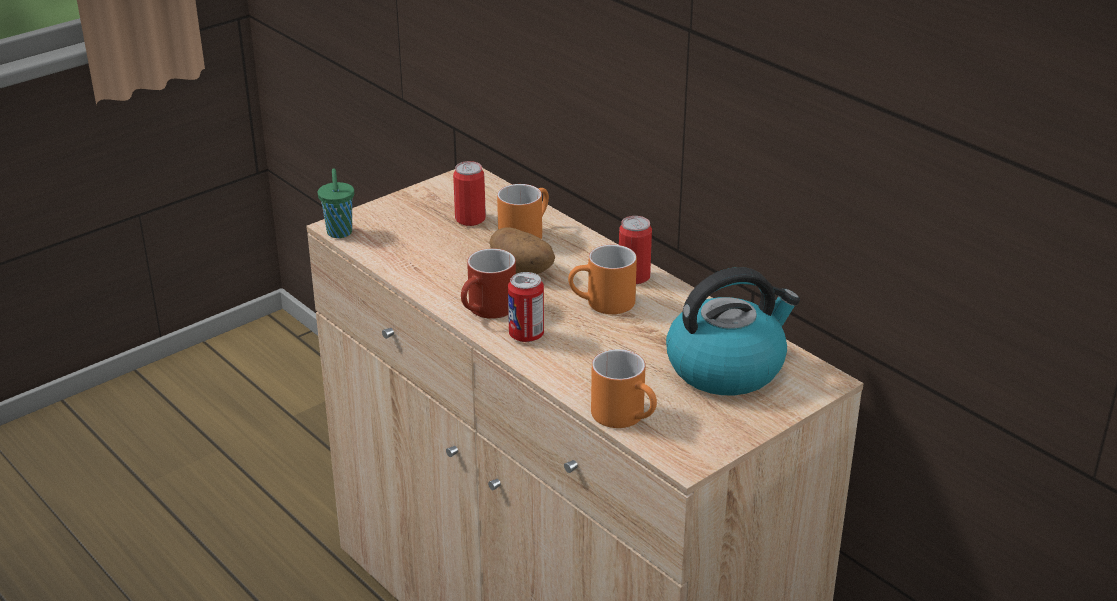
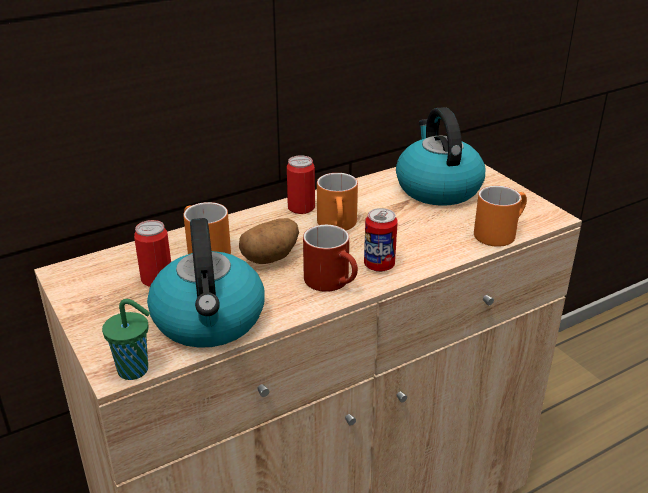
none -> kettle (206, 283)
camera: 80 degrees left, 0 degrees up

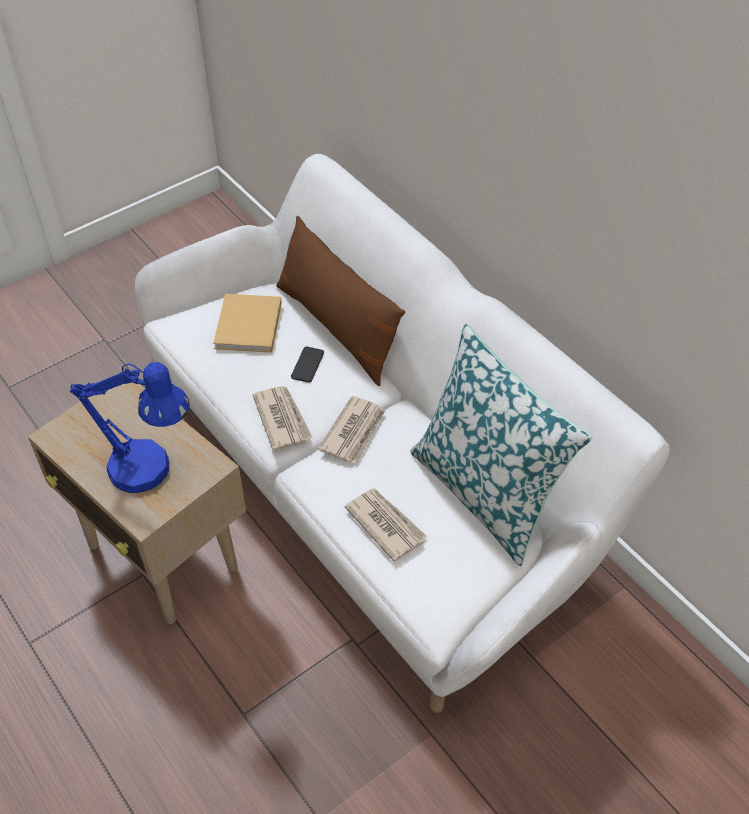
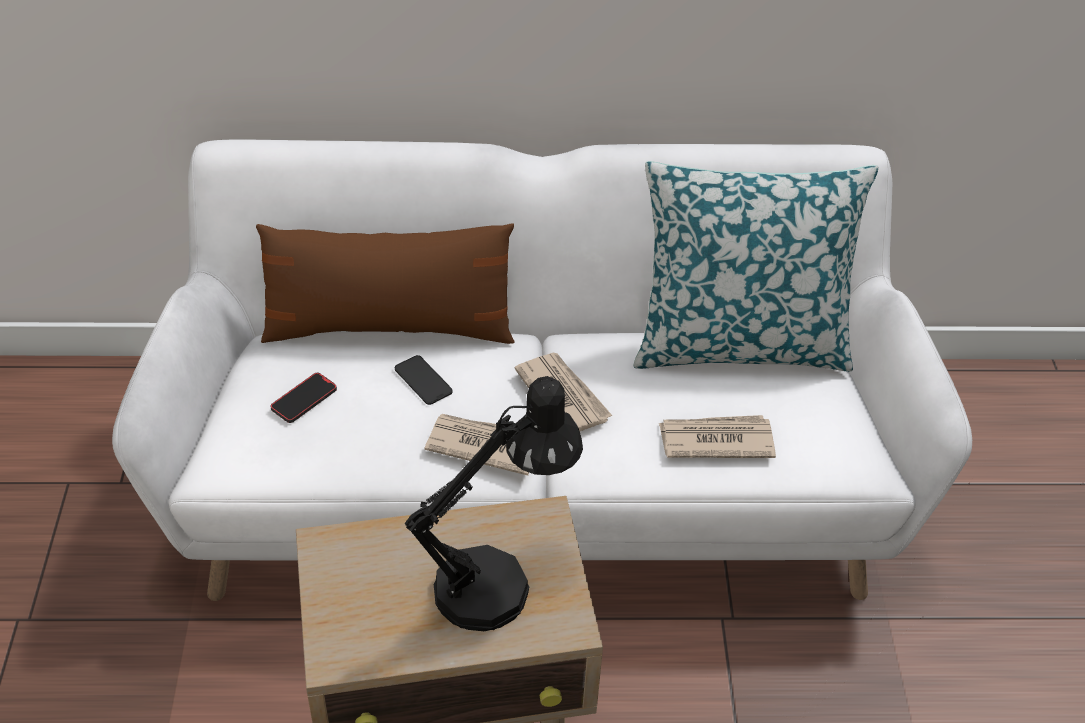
book/beige (247, 323) -> phone (303, 398)
table lamp/blue (130, 427) -> table lamp/black (494, 503)
camera: 55 degrees left, 5 degrees down

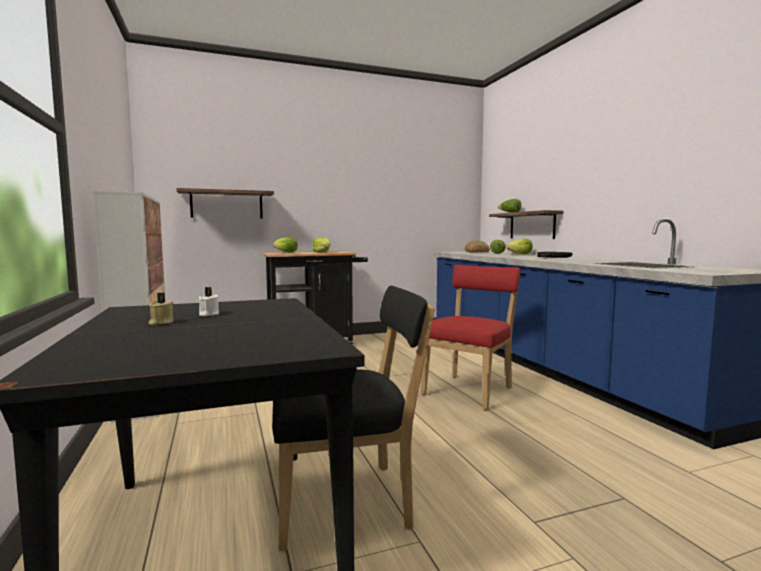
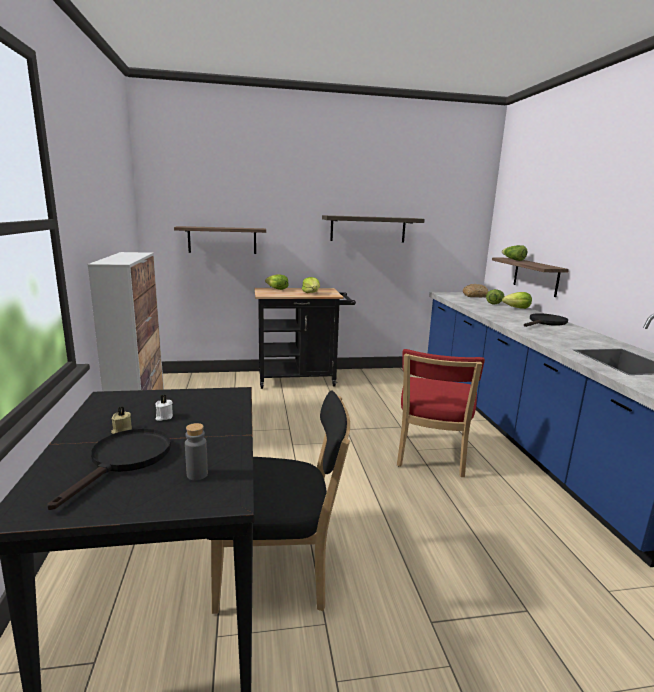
chair/red (470, 337) -> chair/red (441, 413), 150 degrees clockwise
none -> shelf (373, 229)
none -> bottle/grey (196, 451)
none -> frying pan/black (109, 469)
camera: 10 degrees right, 10 degrees up

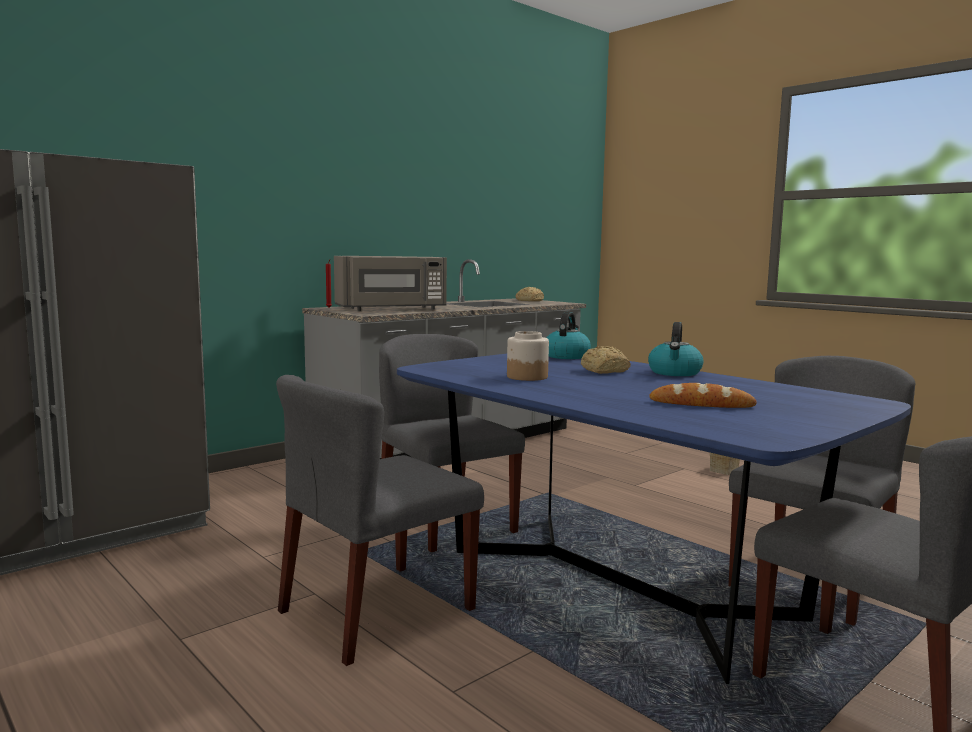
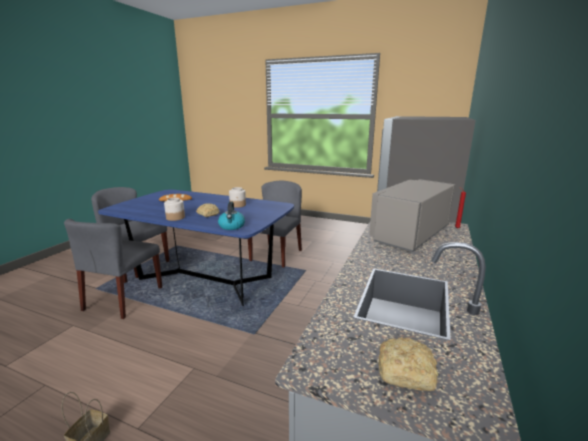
kettle (676, 349) -> jar (174, 209)
chair/grey (452, 443) -> none
camera: 155 degrees right, 10 degrees up

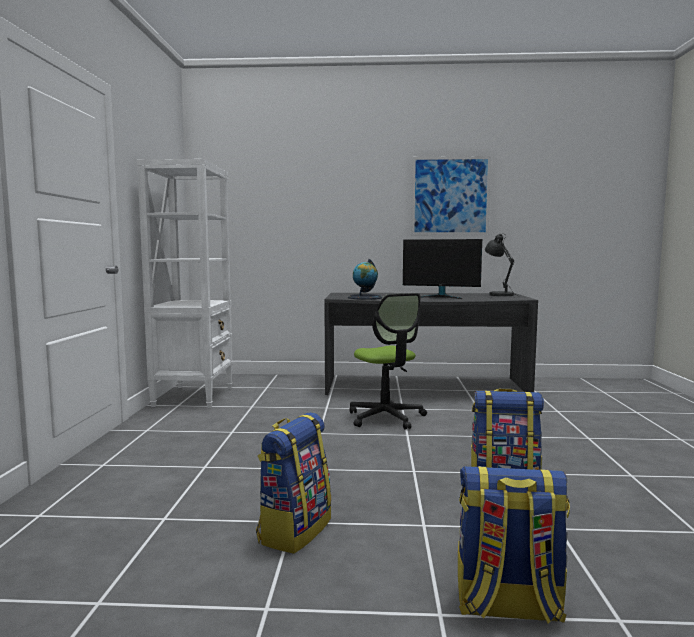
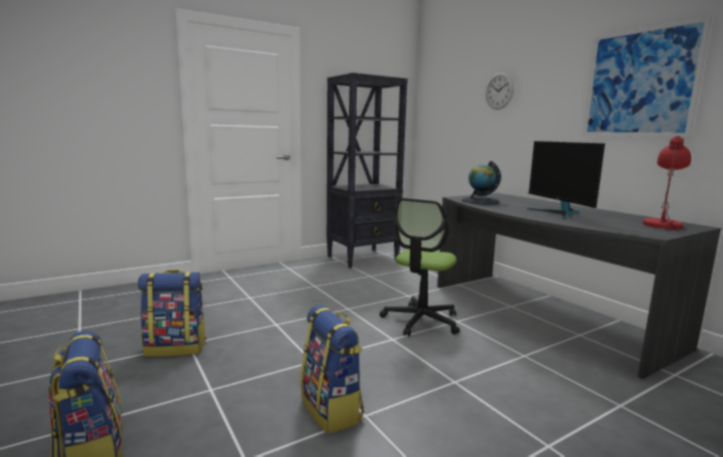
bookcase/white (185, 283) -> bookcase/black (367, 170)
table lamp/grey (503, 265) -> table lamp/red (667, 183)
none -> wall clock (500, 91)
camera: 55 degrees right, 5 degrees up

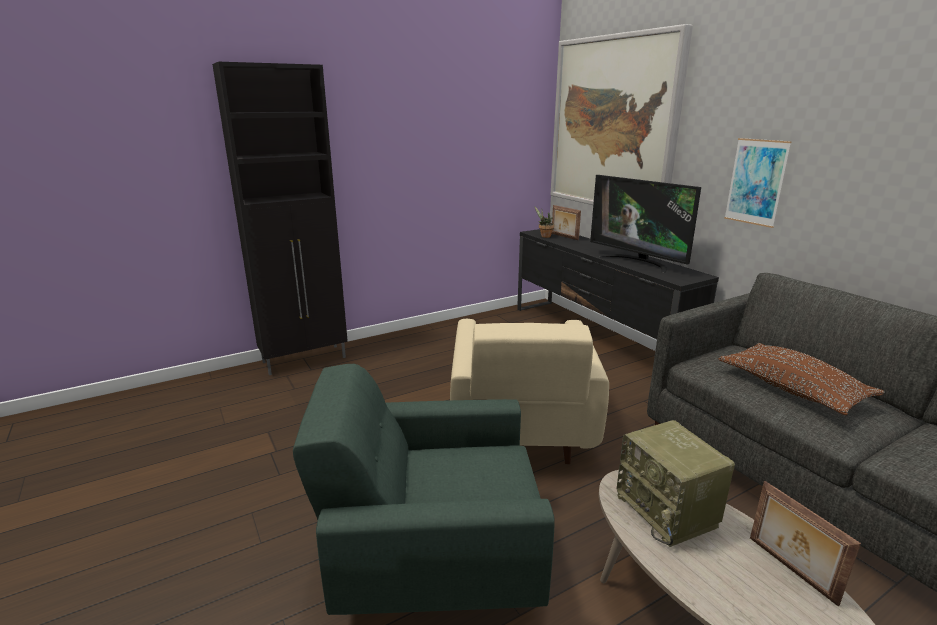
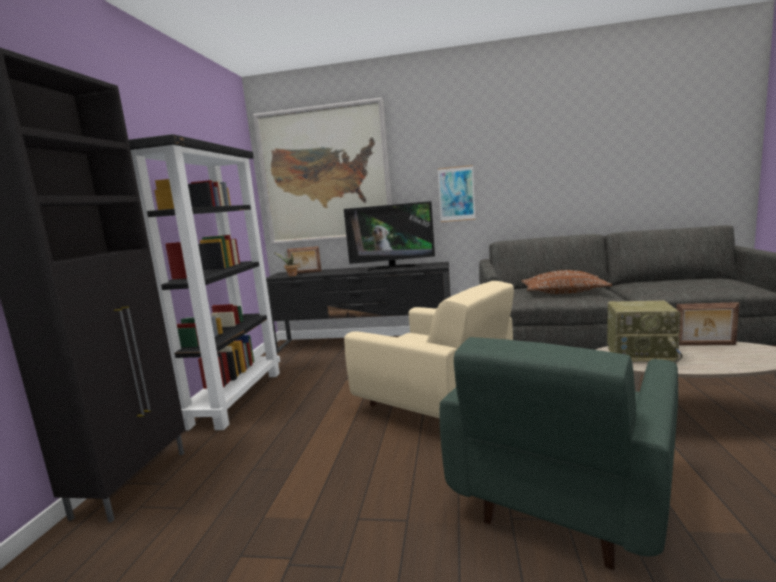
none -> bookcase/black (204, 282)
camera: 50 degrees left, 10 degrees down

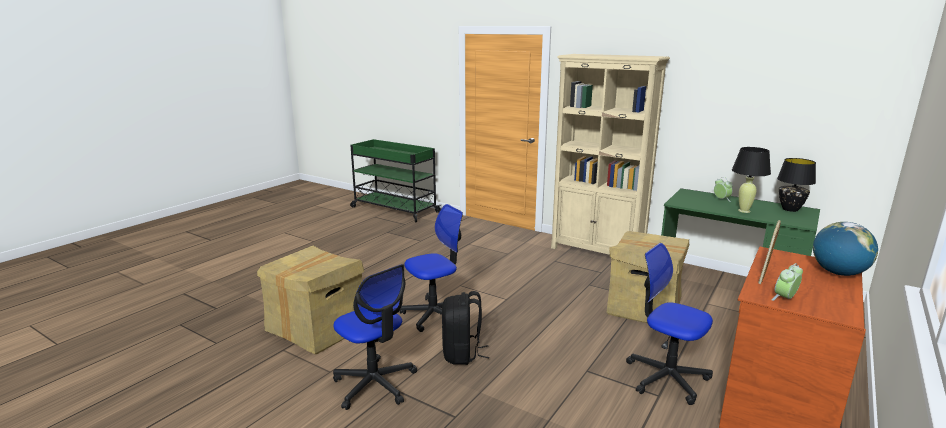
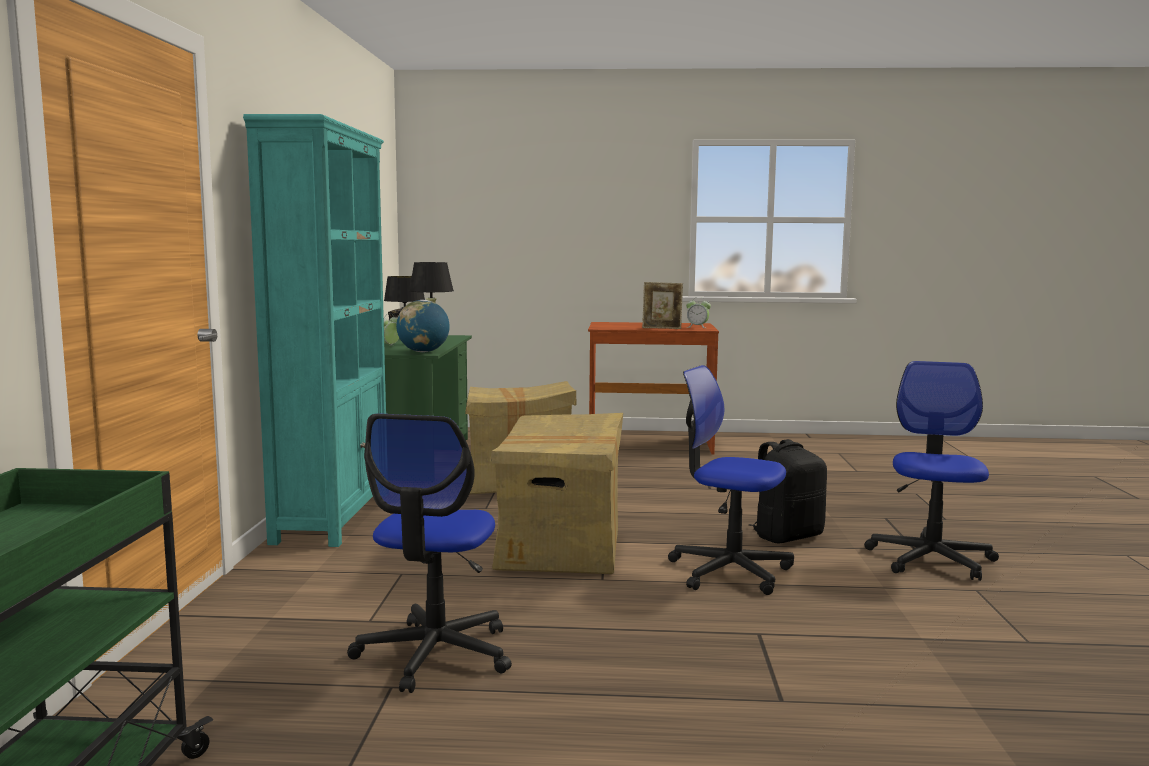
bookcase/beige (610, 154) -> bookcase/turquoise (314, 330)
globe (845, 249) -> globe (422, 326), shifted
office chair (669, 324) -> office chair (429, 553), shifted
cardboard box (310, 300) -> cardboard box (556, 493), shifted
camera: 120 degrees left, 10 degrees down

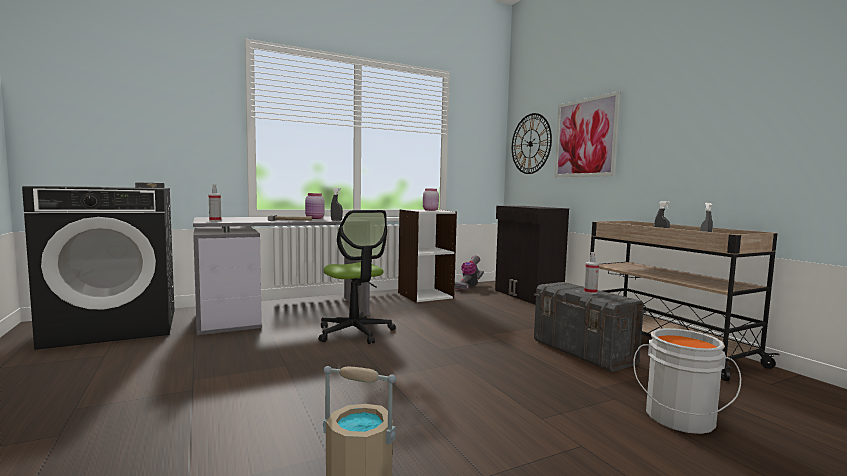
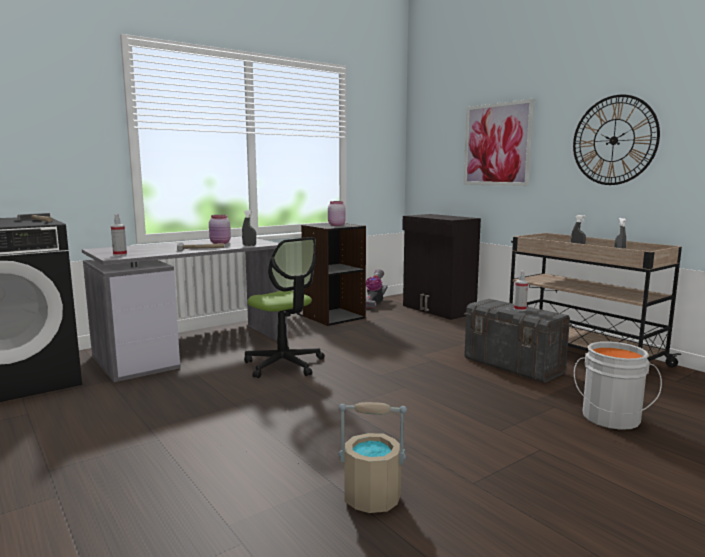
wall clock (532, 143) -> wall clock (616, 139), shifted
bookcase/white (427, 255) -> bookcase/black (333, 274)
camera: 10 degrees left, 5 degrees up

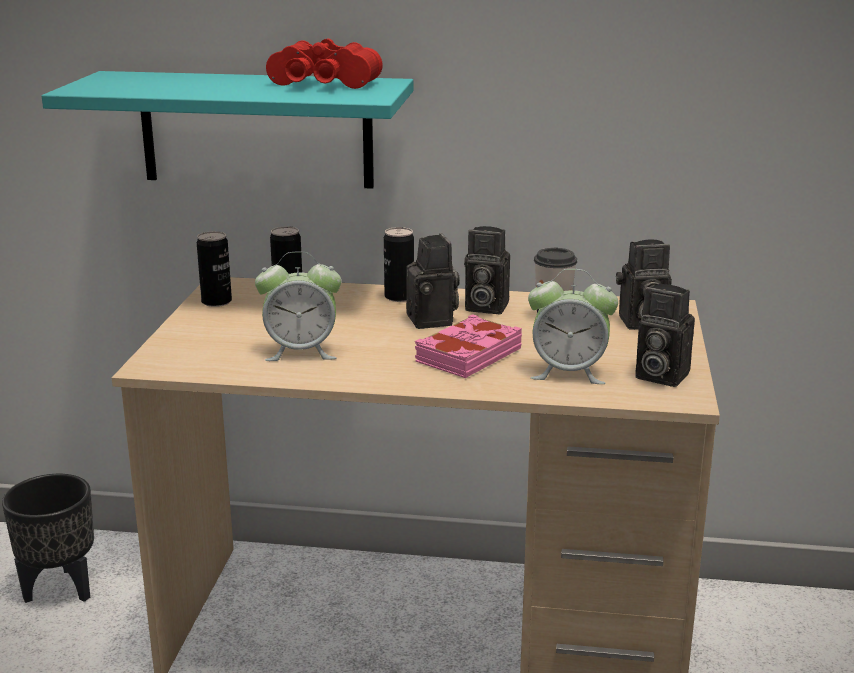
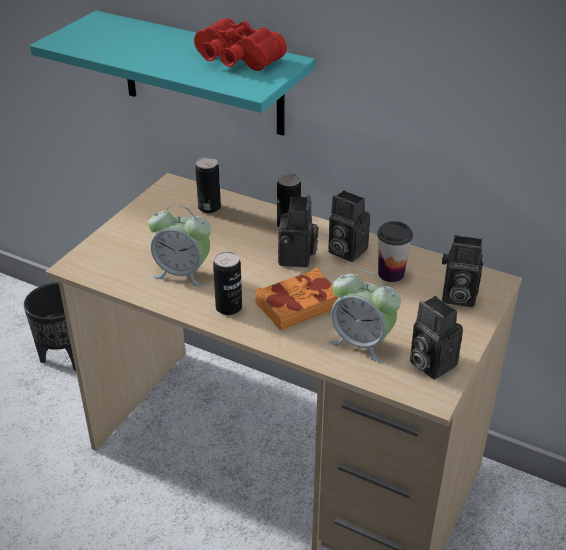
can (214, 269) -> can (227, 283), shifted
book/pink (468, 346) -> book/orange (297, 299)
camera: 20 degrees right, 15 degrees up

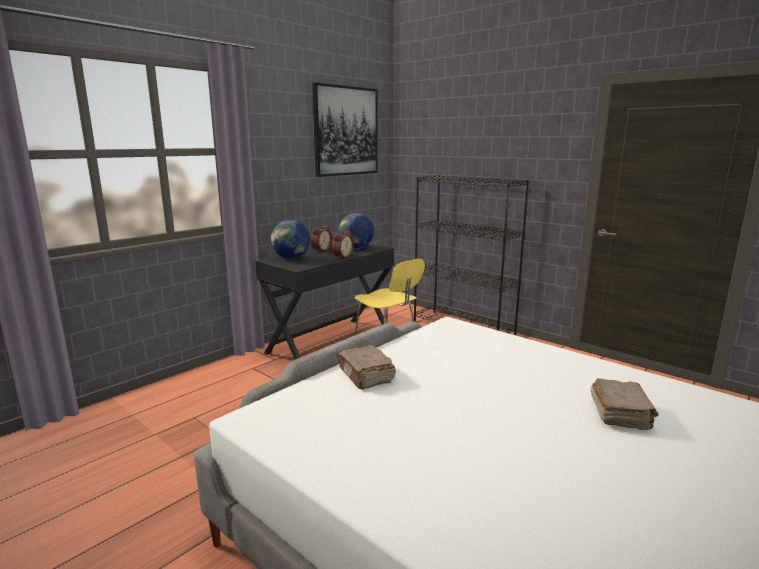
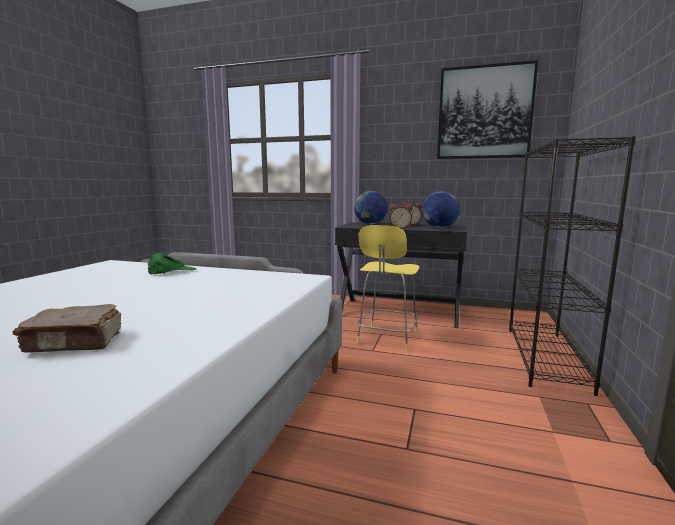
book/brown (366, 367) -> cap/green (172, 263)
camera: 65 degrees right, 5 degrees down

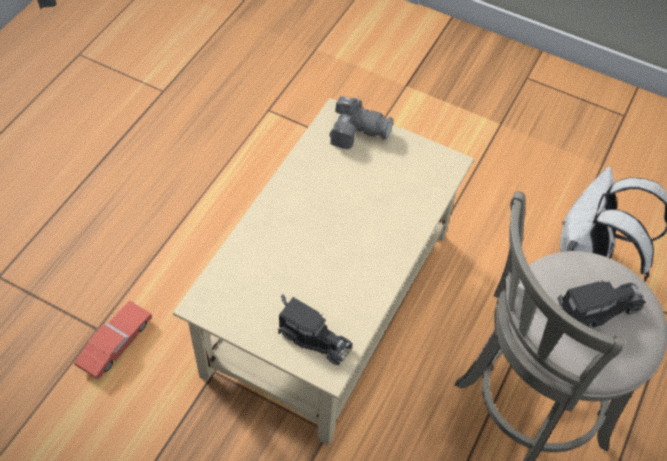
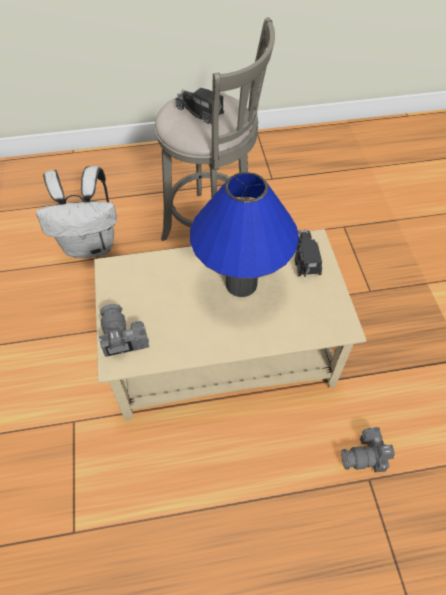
toy car/red (113, 340) -> photo camera (368, 450)
none -> table lamp/blue (244, 234)
camera: 125 degrees left, 0 degrees up

